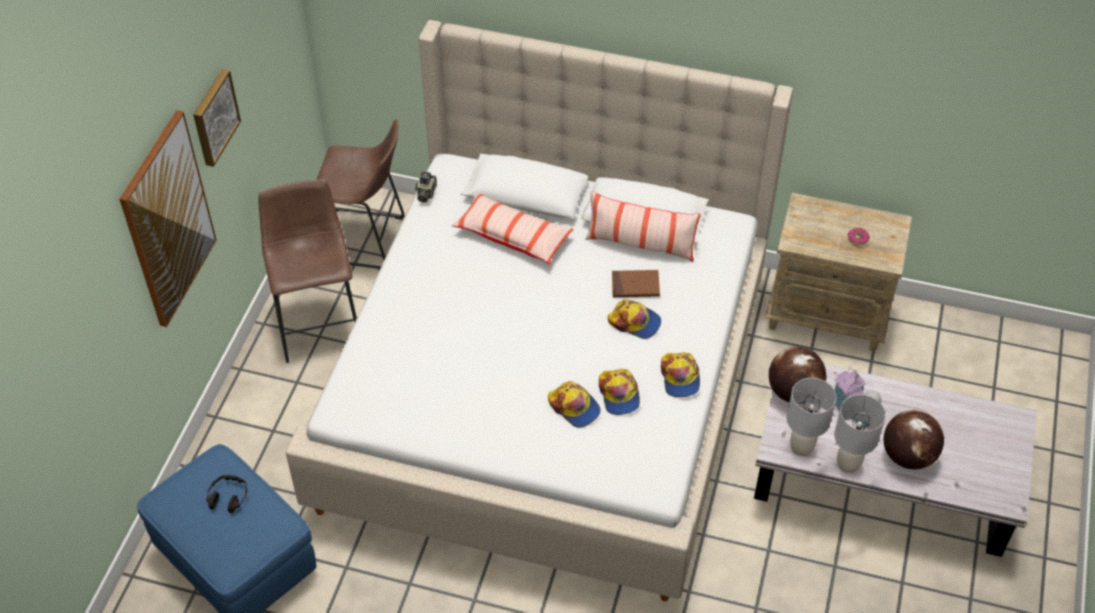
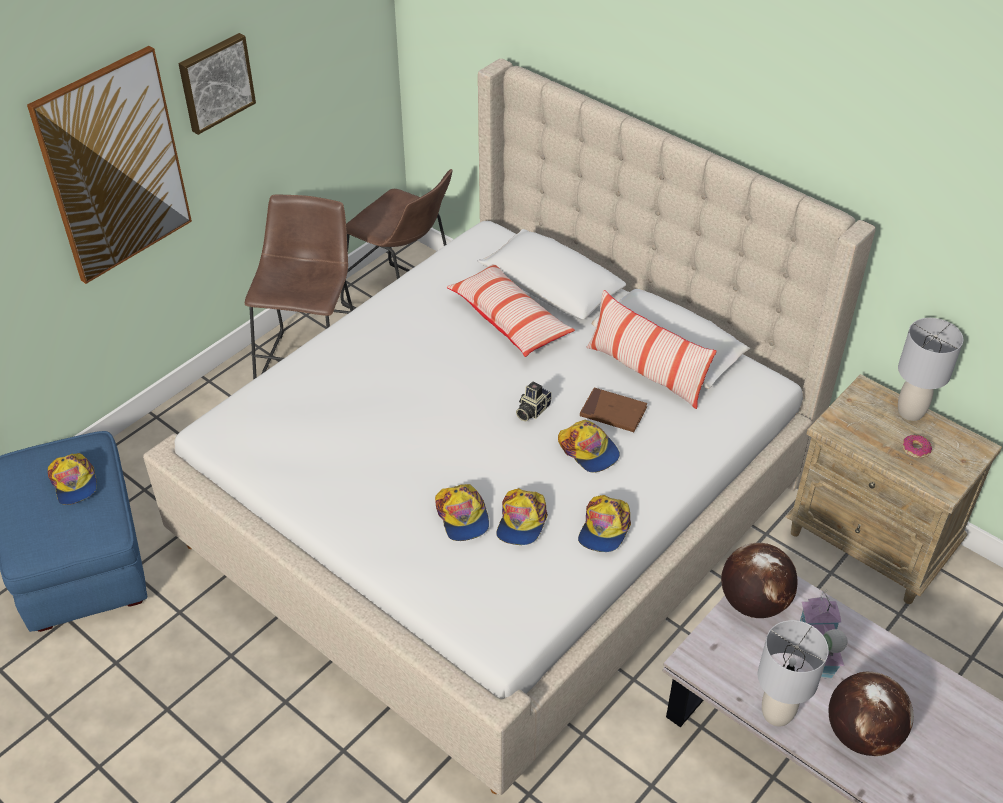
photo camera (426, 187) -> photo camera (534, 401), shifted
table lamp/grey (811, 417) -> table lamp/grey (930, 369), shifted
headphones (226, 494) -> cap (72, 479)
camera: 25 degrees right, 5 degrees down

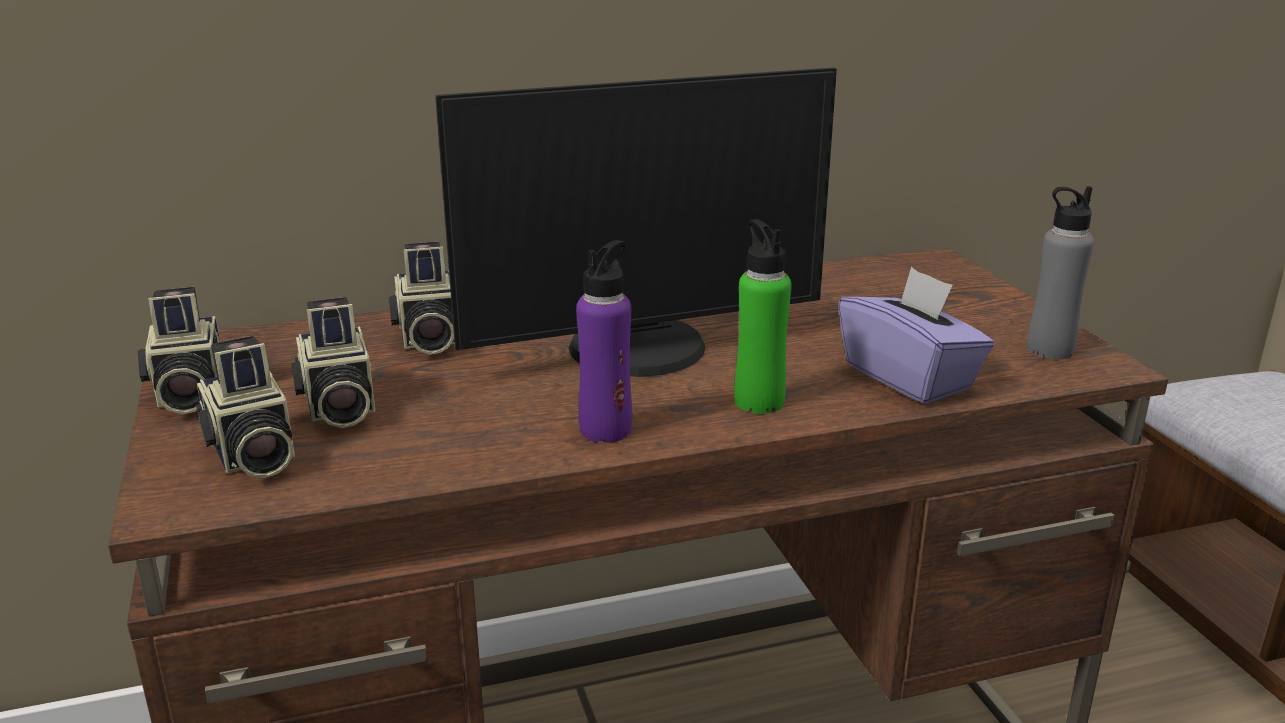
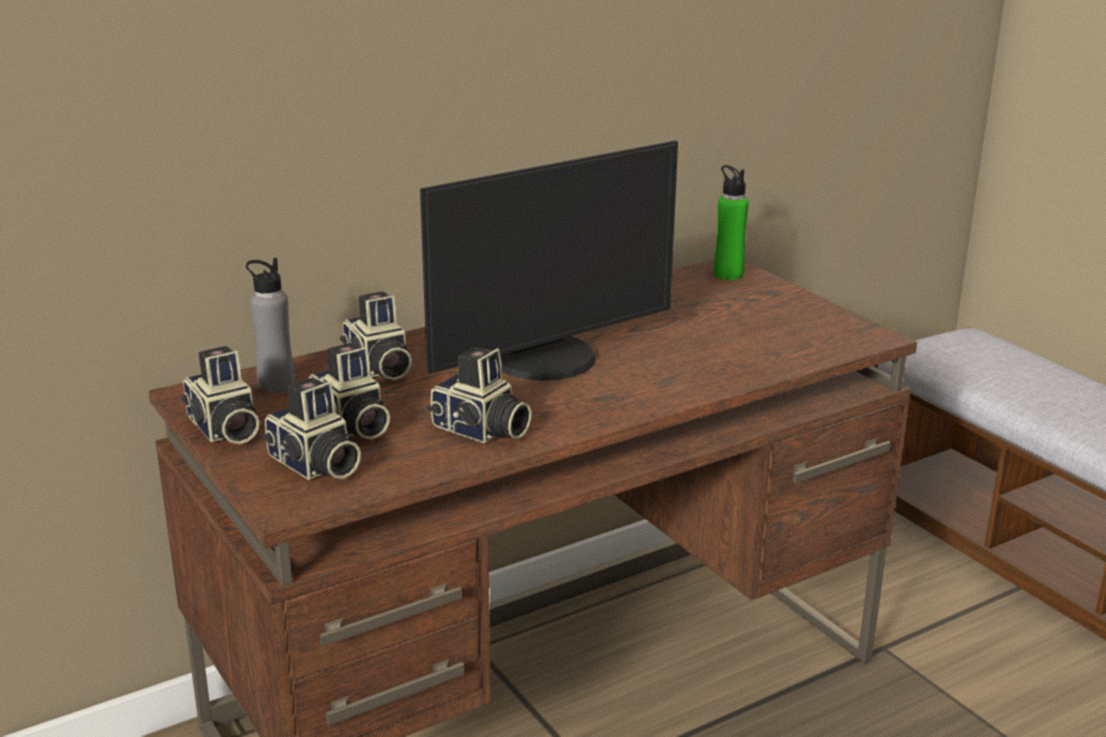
bottle/grey (1060, 273) -> bottle/grey (270, 325), shifted
bottle/green (763, 316) -> bottle/green (731, 222), shifted
bottle/purple (604, 341) -> none
tissue box/purple (916, 335) -> none
none -> photo camera (479, 395)
camera: 15 degrees left, 0 degrees up

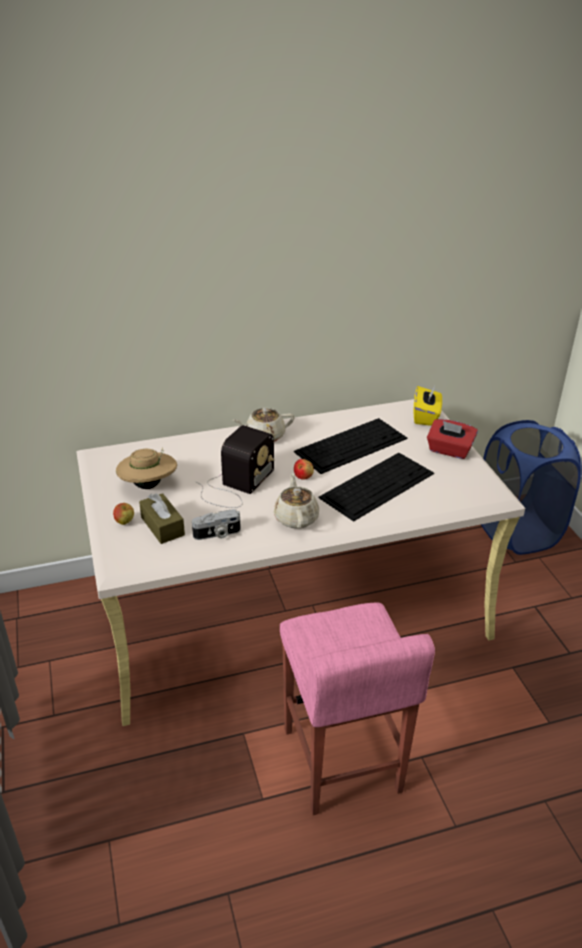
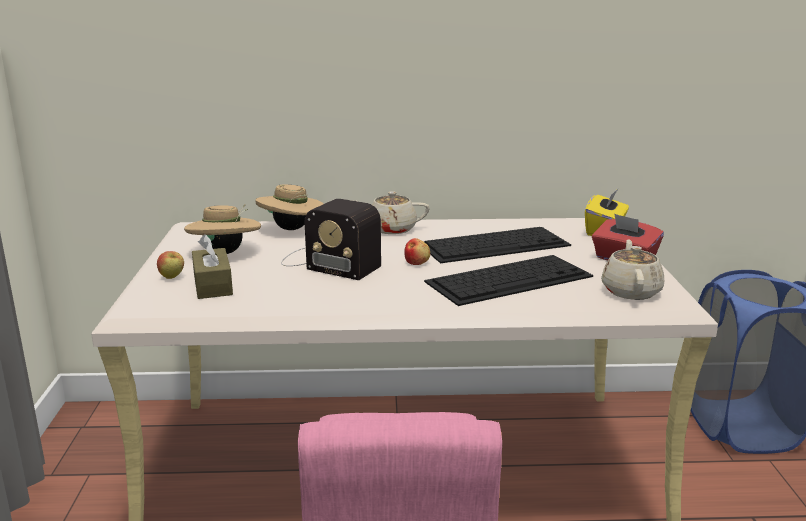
radio (235, 466) -> radio (331, 239), 75 degrees clockwise
teapot/beige (296, 501) -> teapot/beige (632, 269), shifted
photo camera (216, 524) -> none
none -> hat/beige (289, 207)
camera: 15 degrees right, 15 degrees down

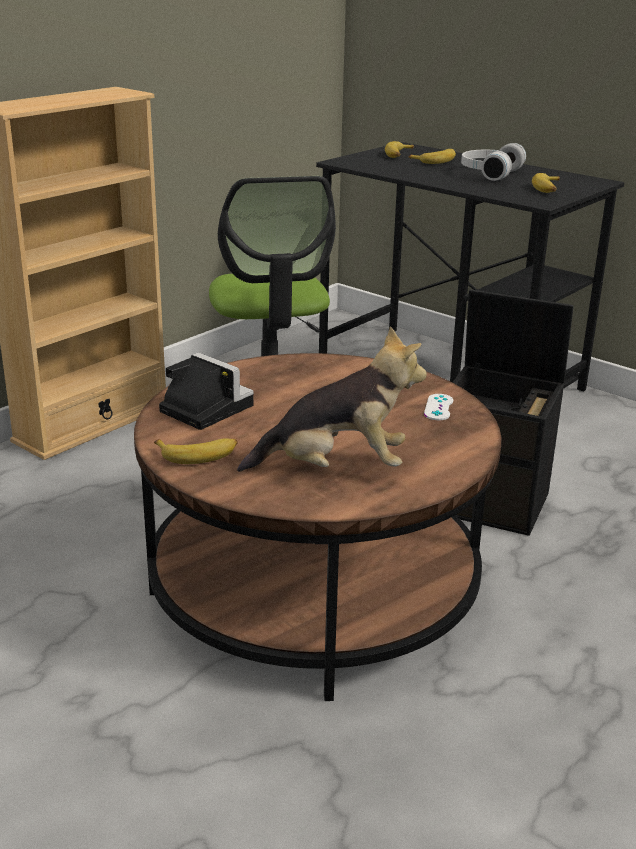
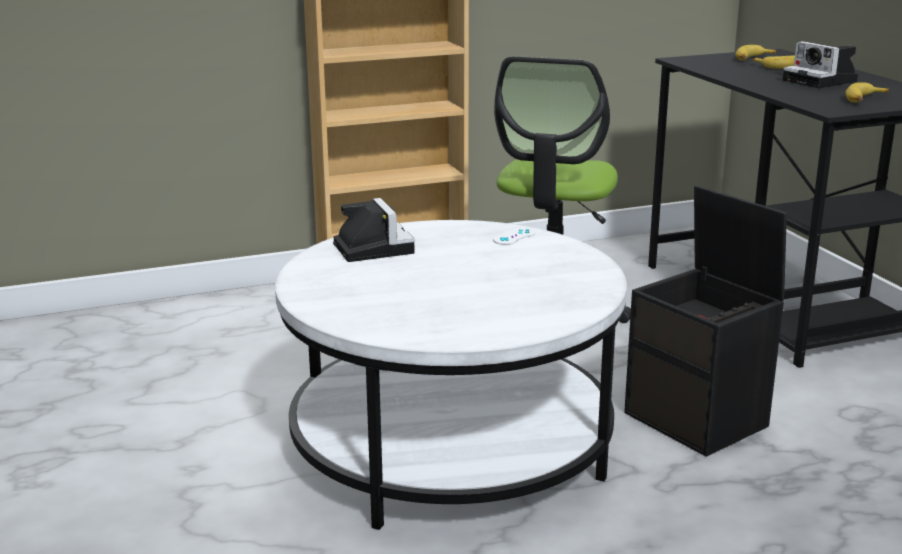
headphones/white (493, 162) -> photo camera (820, 64)
plush toy (332, 399) -> none
coffee table/brown (317, 527) -> coffee table/white (451, 375)
game controller/white (438, 407) -> game controller/white (514, 236), shifted
banana (196, 451) -> none
camera: 30 degrees right, 5 degrees down

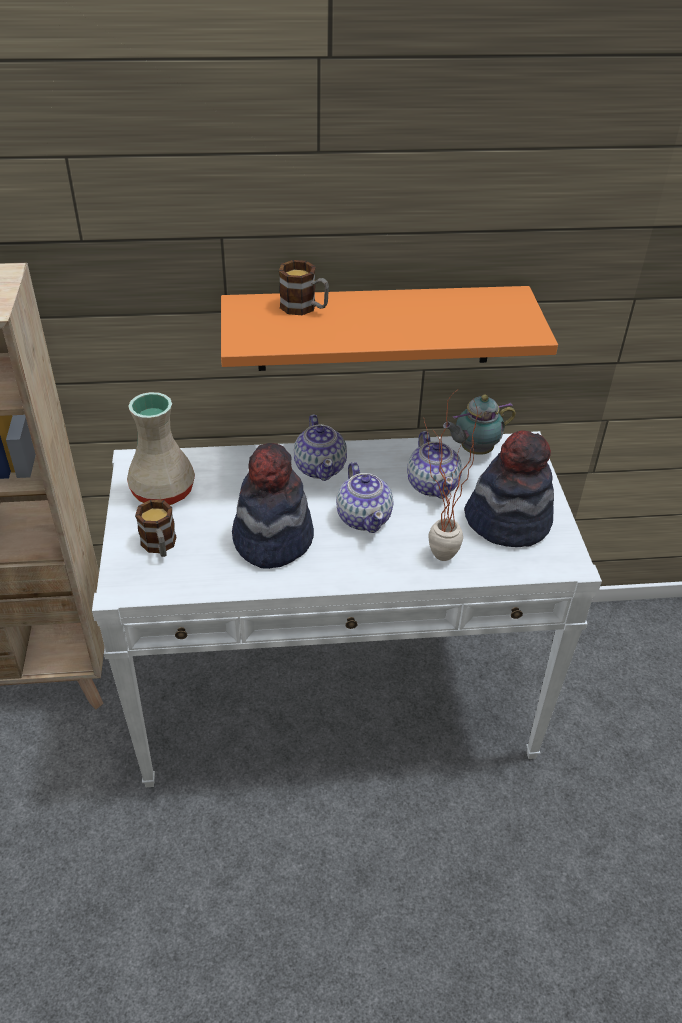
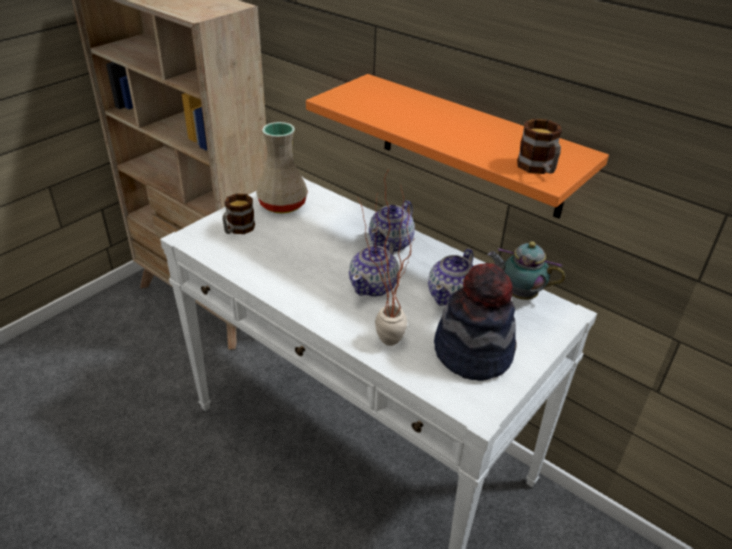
mug (304, 287) -> mug (539, 146), shifted
hat (273, 506) -> none
camera: 45 degrees right, 5 degrees down

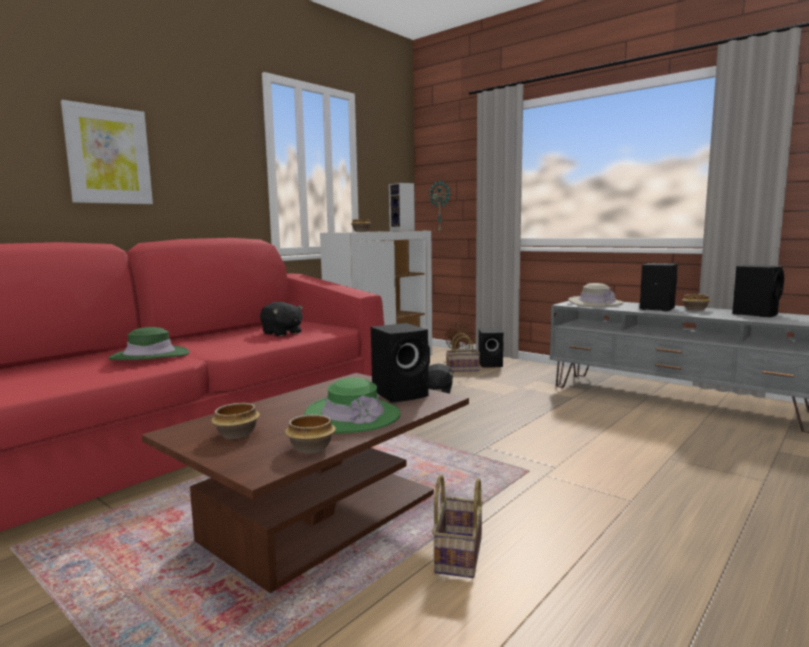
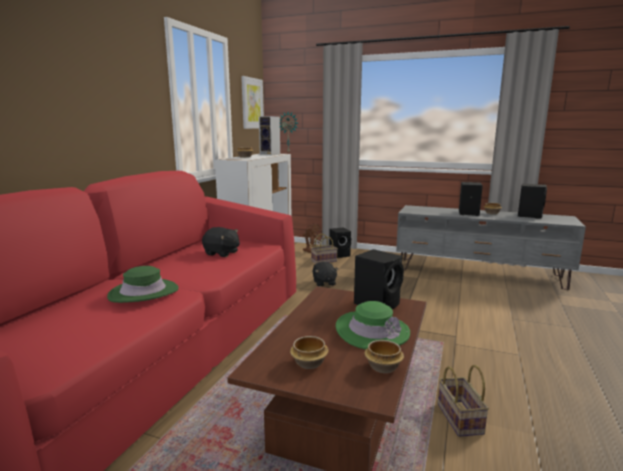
picture (107, 152) -> picture (252, 102), shifted
hat/beige (595, 295) -> none
camera: 20 degrees left, 5 degrees up

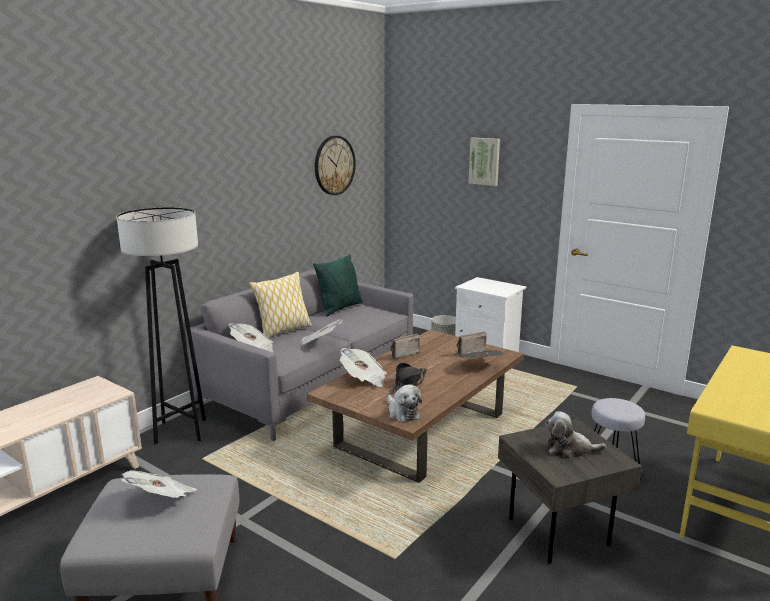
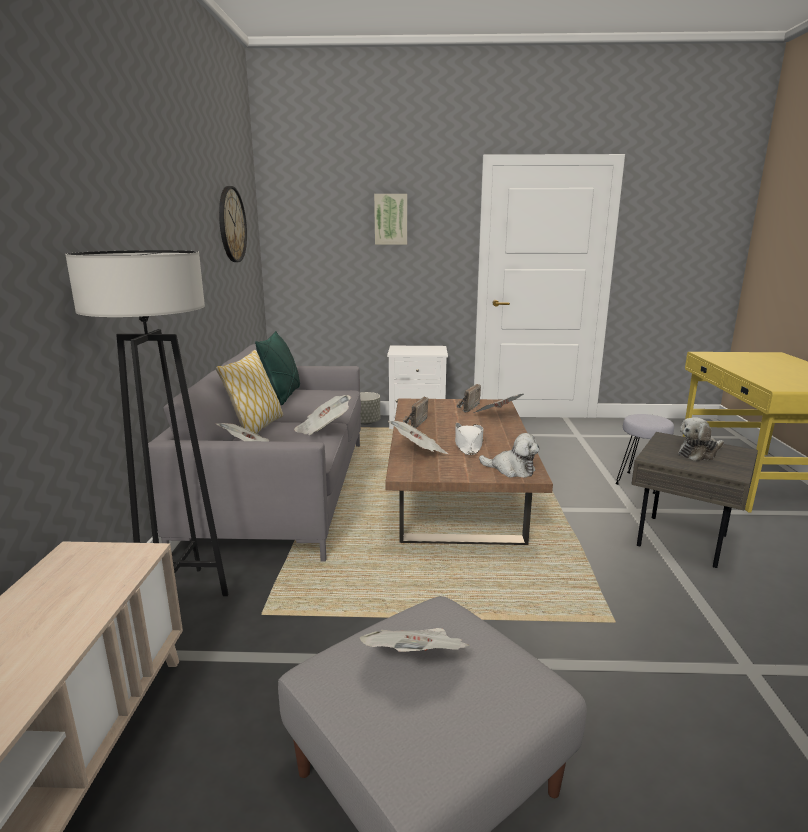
hat/black (408, 378) -> hat/white (469, 439)
camera: 35 degrees left, 0 degrees up

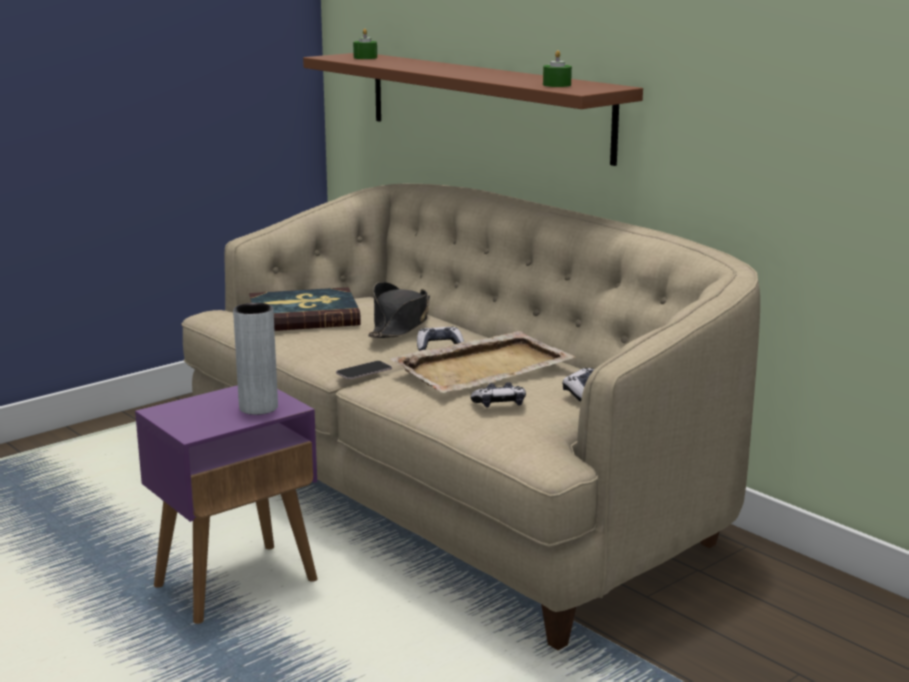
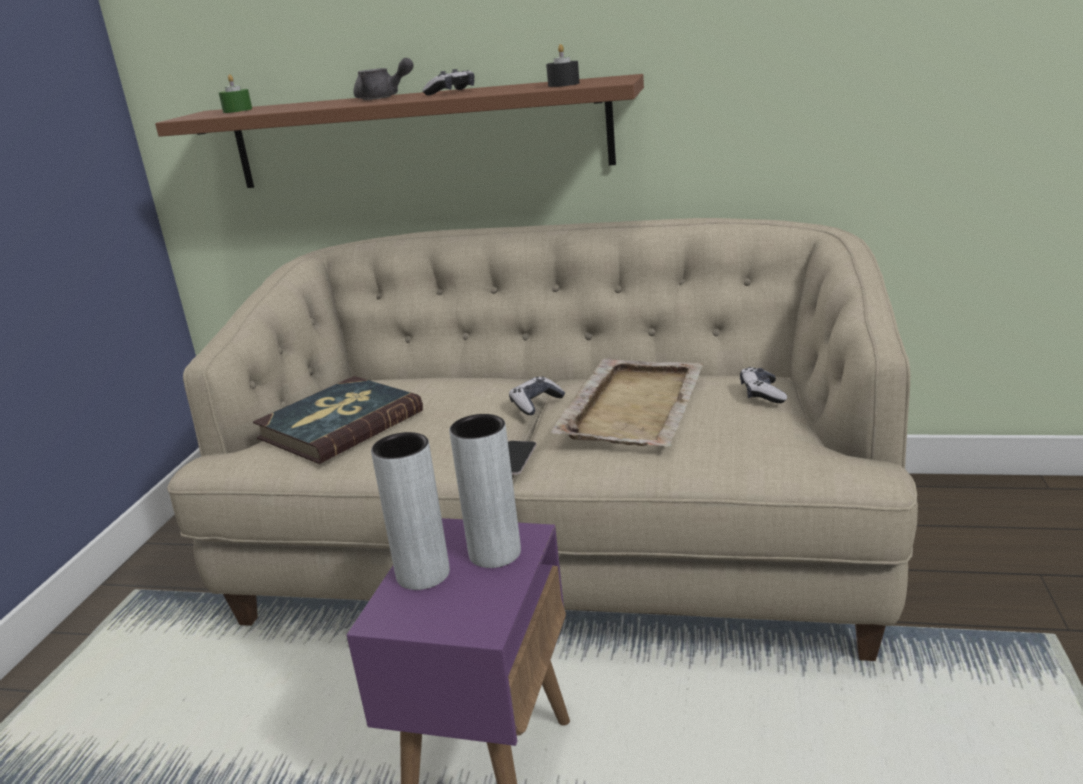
candle/green (557, 68) -> candle/black (563, 65)
hat/black (399, 310) -> none
game controller (498, 394) -> game controller (448, 82), shifted
none -> teapot/grey (384, 79)
none -> vase/grey (410, 511)
camera: 35 degrees left, 5 degrees up

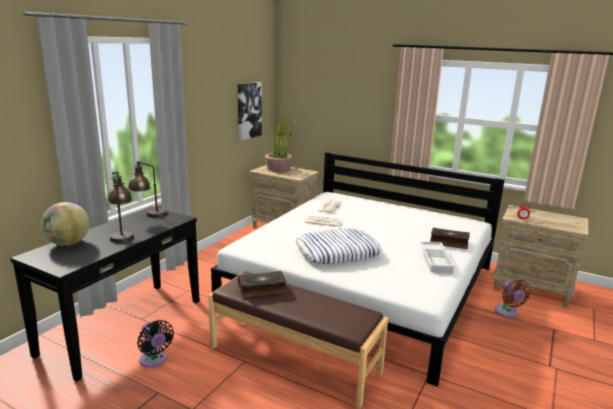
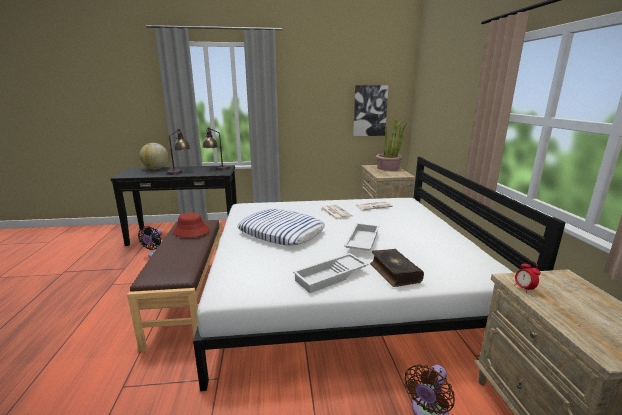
book (262, 285) -> hat/red (191, 225)
none -> tray/white (361, 237)
camera: 55 degrees right, 0 degrees up

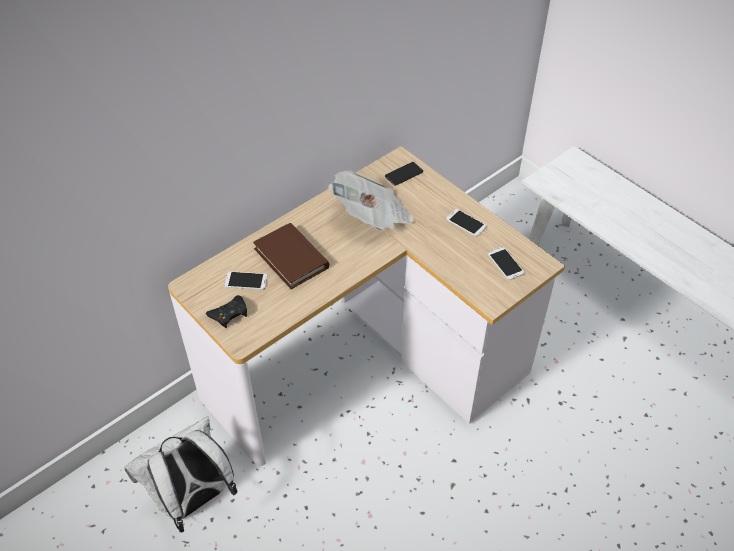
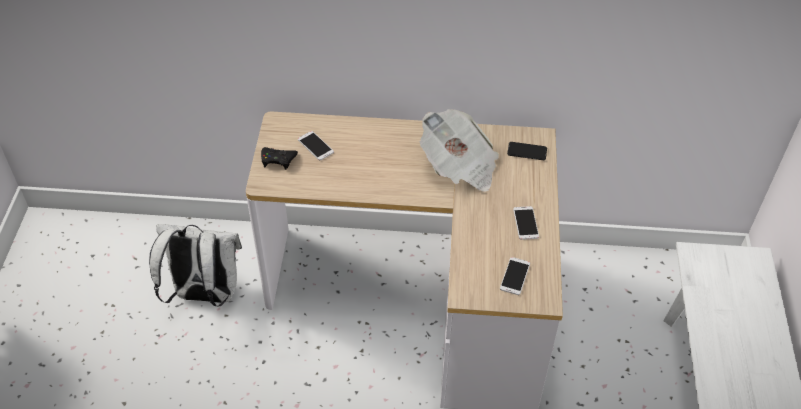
book/brown (291, 256) -> none
camera: 45 degrees right, 0 degrees up

